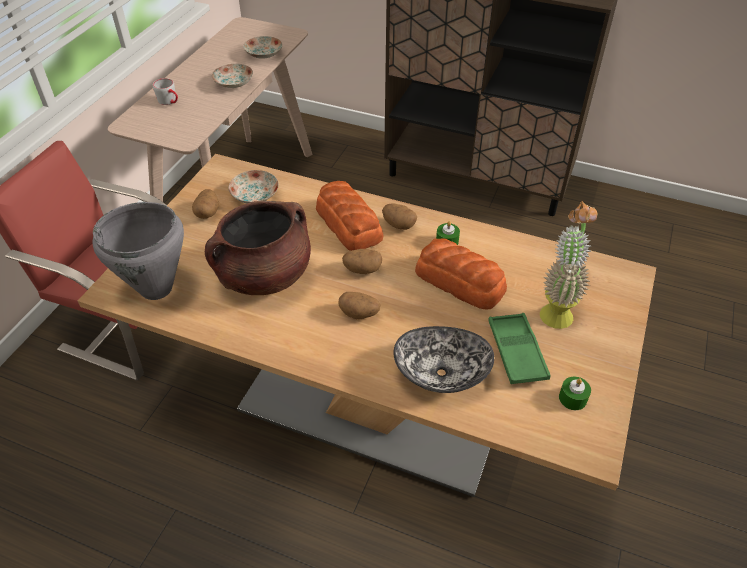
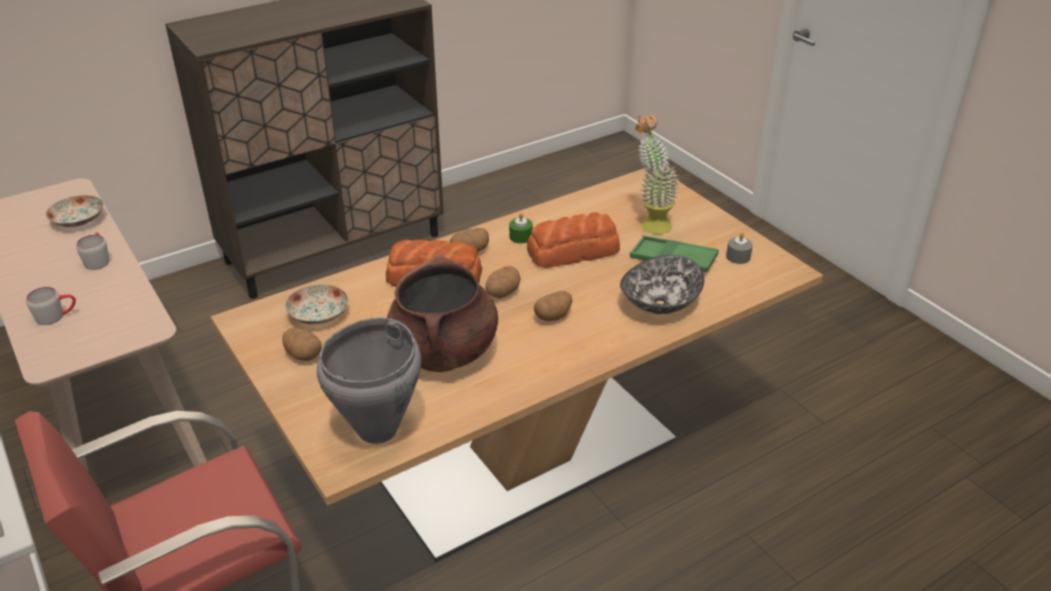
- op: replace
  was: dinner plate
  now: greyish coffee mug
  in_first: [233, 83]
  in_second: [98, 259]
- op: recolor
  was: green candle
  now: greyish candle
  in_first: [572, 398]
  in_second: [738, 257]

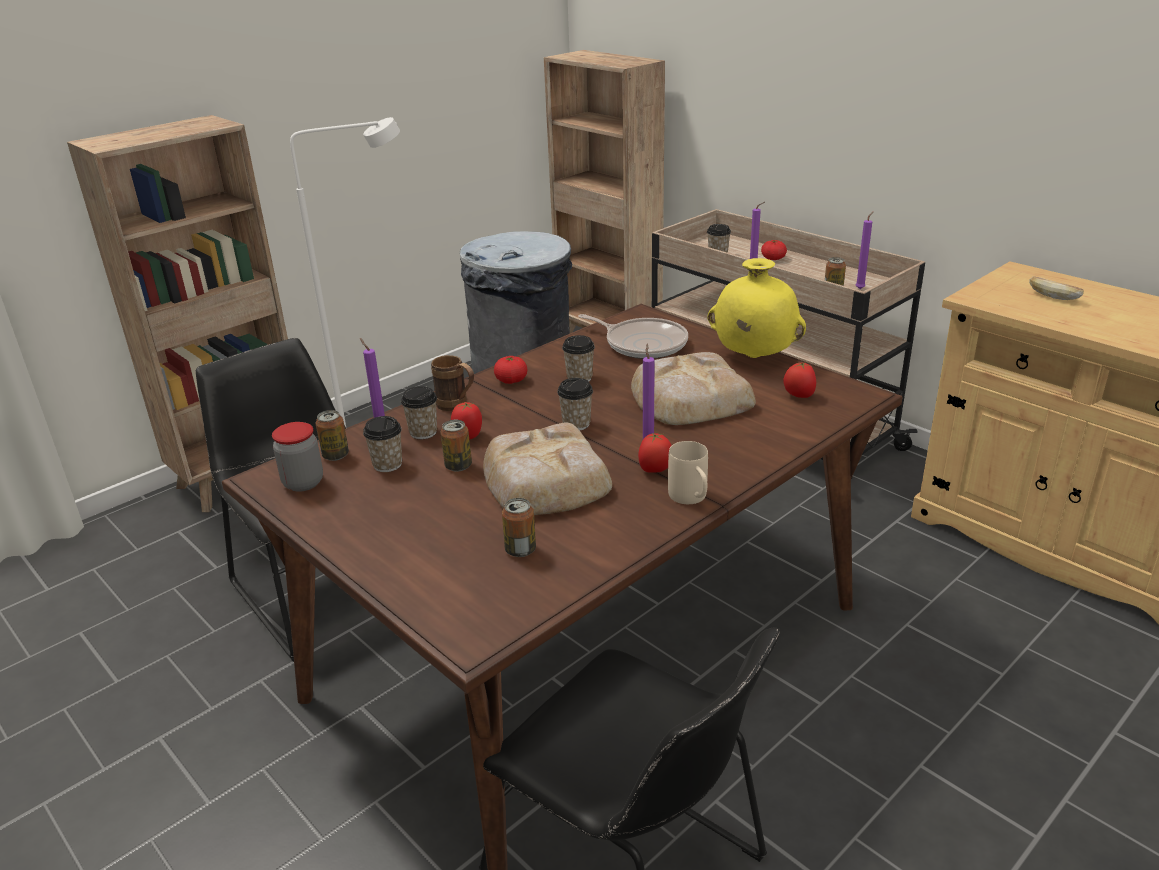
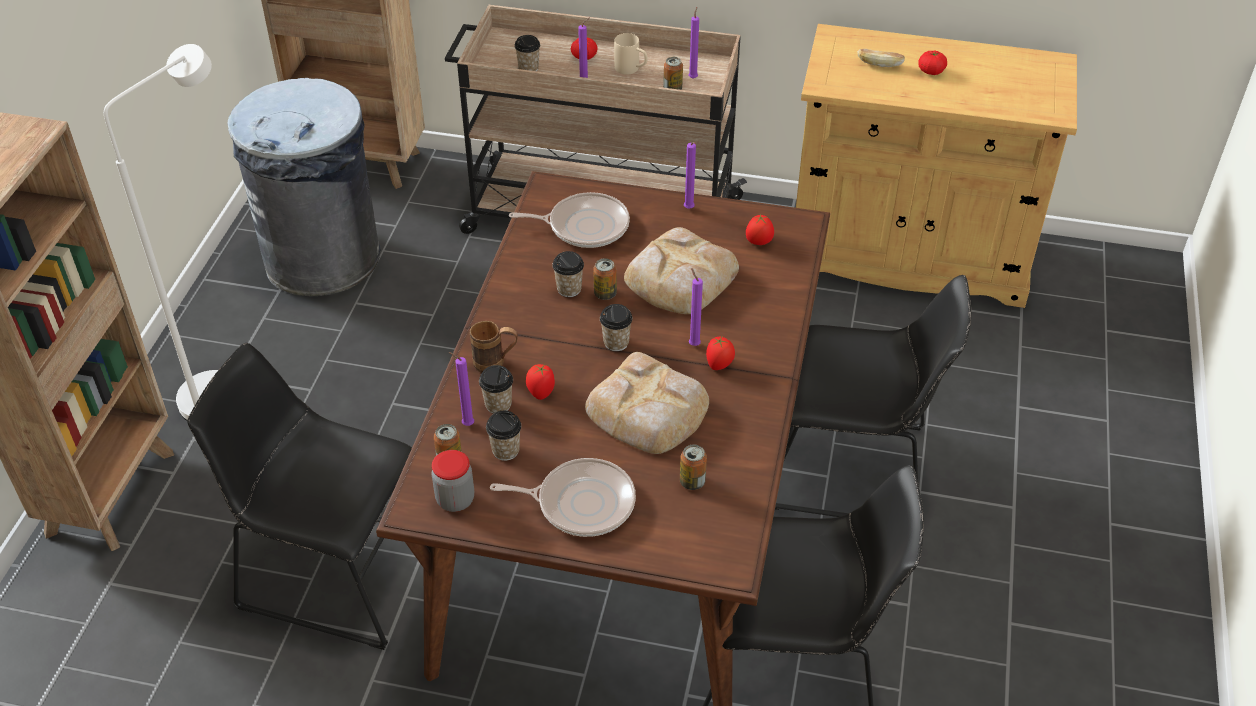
- op: move
  was: can
  in_first: [458, 466]
  in_second: [605, 294]
- op: move
  was: fresh tomato
  in_first: [511, 380]
  in_second: [931, 71]
- op: move
  was: sand-coloured coffee mug
  in_first: [691, 499]
  in_second: [631, 69]
- op: replace
  was: yellow vase
  now: purple candle
  in_first: [753, 357]
  in_second: [689, 209]
- op: insert
  now: skillet
  in_second: [581, 503]
- op: insert
  now: blackish upright chair
  in_second: [853, 468]

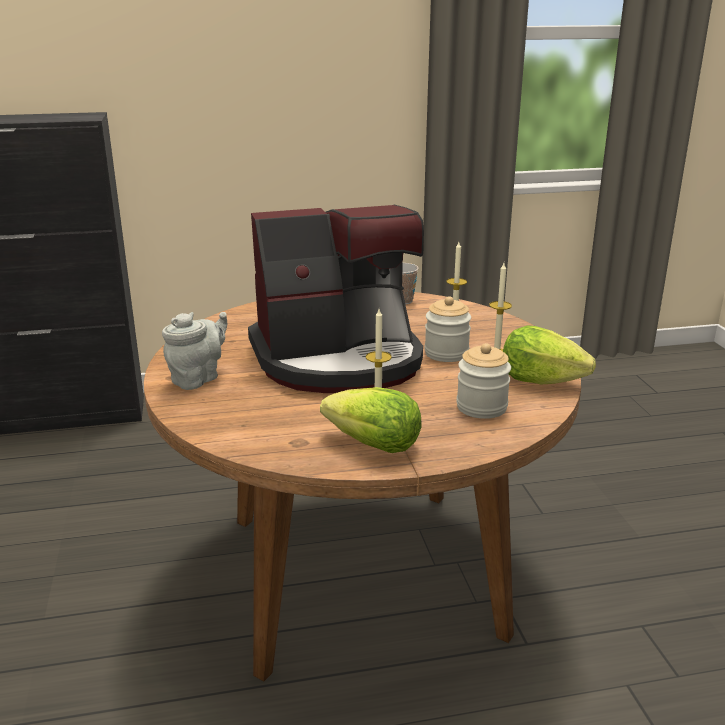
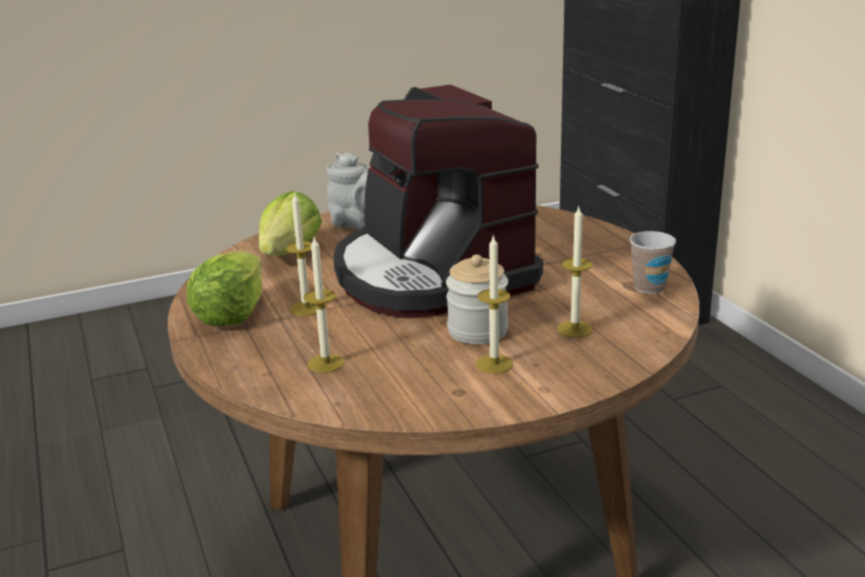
- op: replace
  was: preserve jar
  now: candle
  in_first: [481, 407]
  in_second: [326, 363]
- op: move
  was: head of lettuce
  in_first: [540, 380]
  in_second: [290, 252]

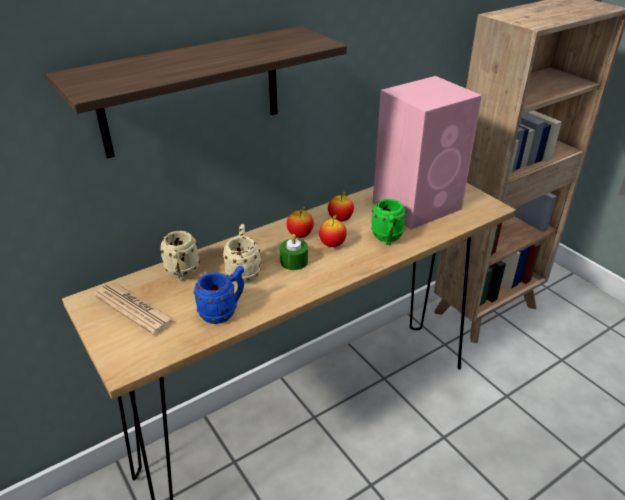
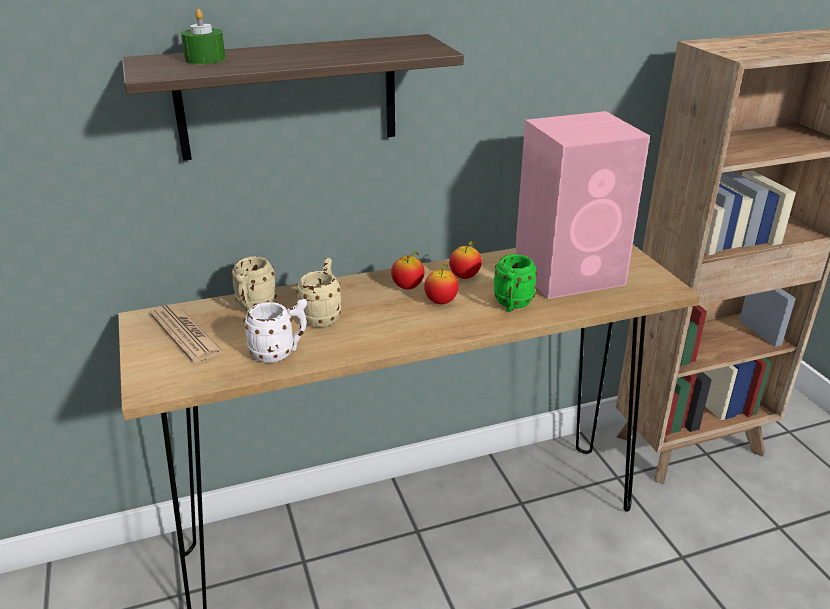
- op: recolor
  was: blue coffee mug
  now: white-coloured coffee mug
  in_first: [223, 312]
  in_second: [280, 352]
- op: move
  was: green candle
  in_first: [294, 261]
  in_second: [205, 59]

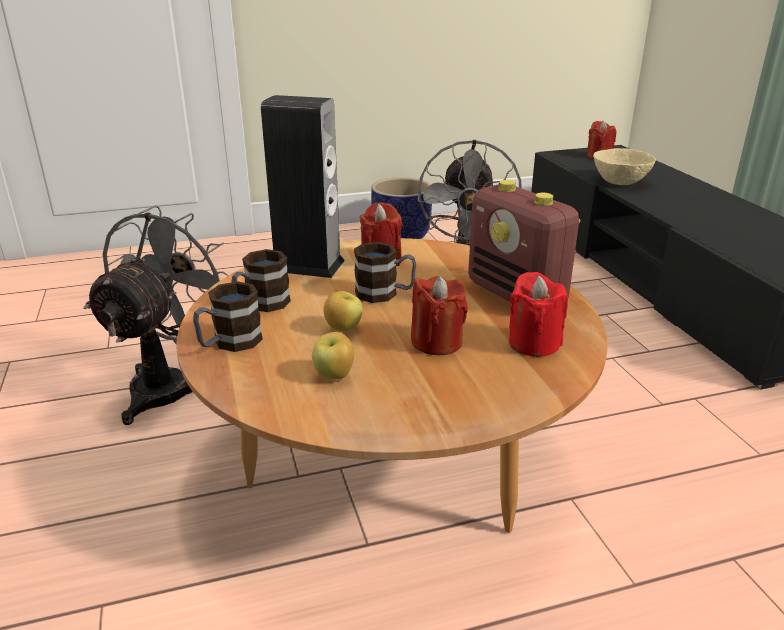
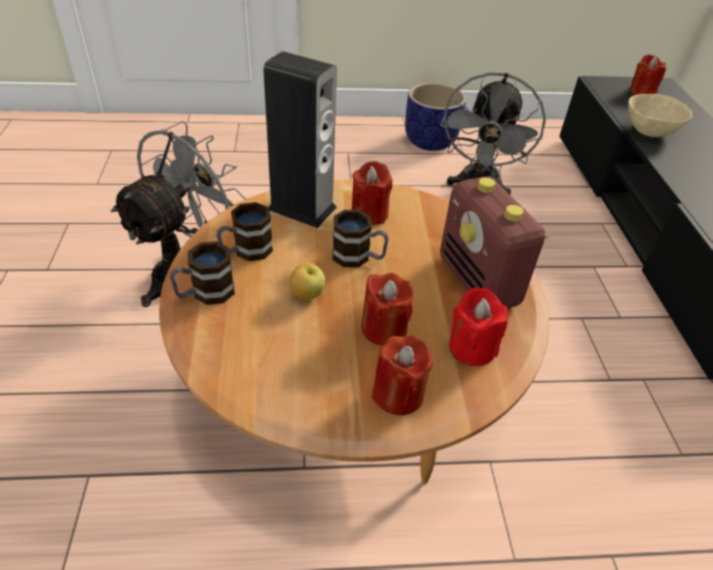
- op: delete
  was: apple
  in_first: [335, 375]
- op: insert
  now: reddish candle
  in_second: [398, 394]

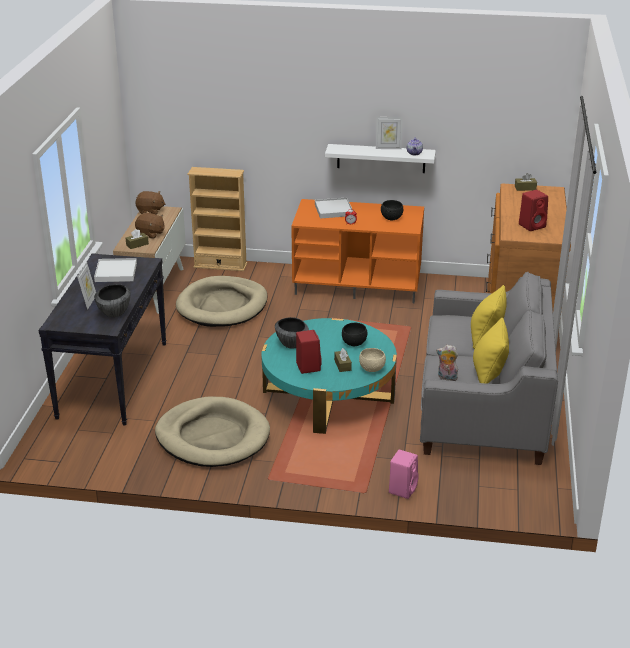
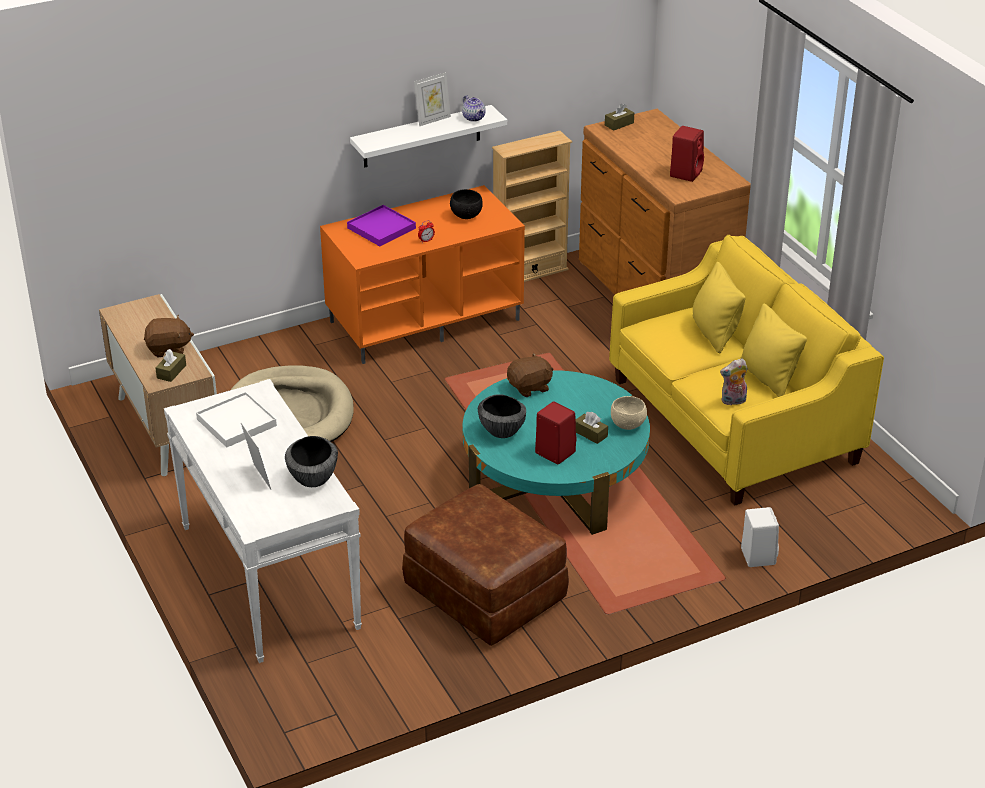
- op: recolor
  was: blackish narrow table
  now: white-coloured narrow table
  in_first: [113, 379]
  in_second: [268, 576]
- op: move
  was: brown-coloured plush toy
  in_first: [150, 211]
  in_second: [530, 387]
- op: replace
  was: sand-coloured pet bed
  now: brown-coloured ottoman
  in_first: [212, 436]
  in_second: [483, 593]
- op: move
  was: sand-coloured bookshelf
  in_first: [220, 265]
  in_second: [530, 272]
- op: recolor
  was: white-coloured carrying tray
  now: purple carrying tray
  in_first: [333, 210]
  in_second: [381, 228]
- op: delete
  was: blackish serving bowl
  in_first: [354, 343]
- op: recolor
  was: pink-coloured speaker
  now: white-coloured speaker
  in_first: [403, 489]
  in_second: [757, 555]
- op: recolor
  was: greyish couch
  now: yellow couch
  in_first: [483, 406]
  in_second: [733, 421]

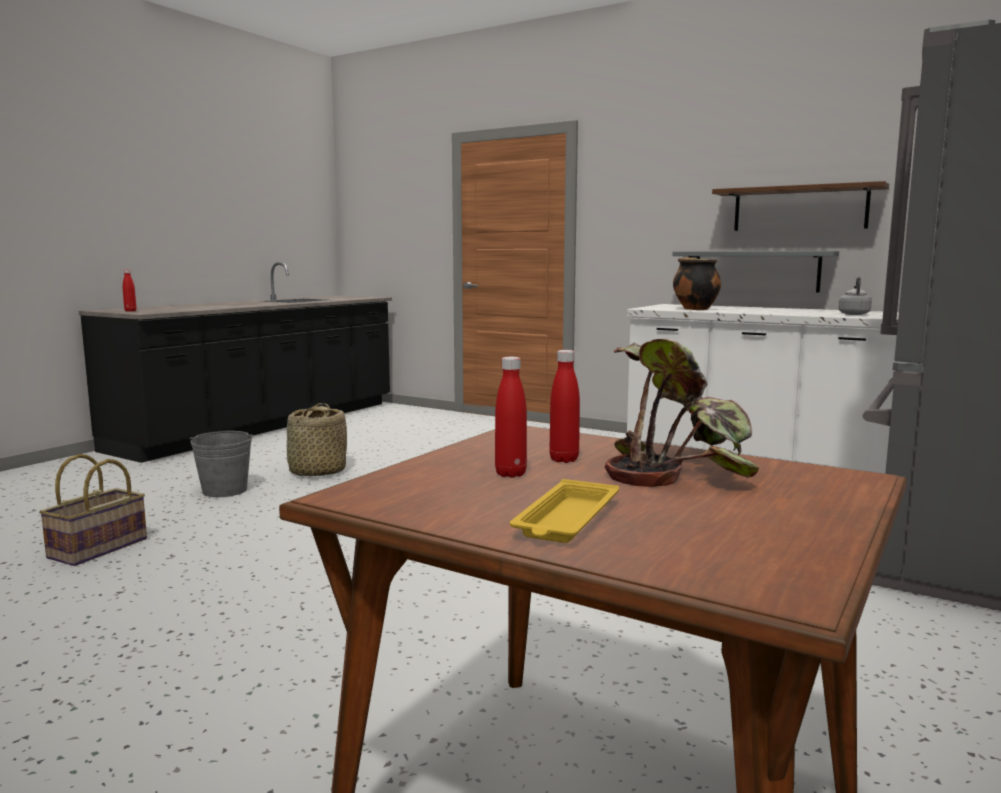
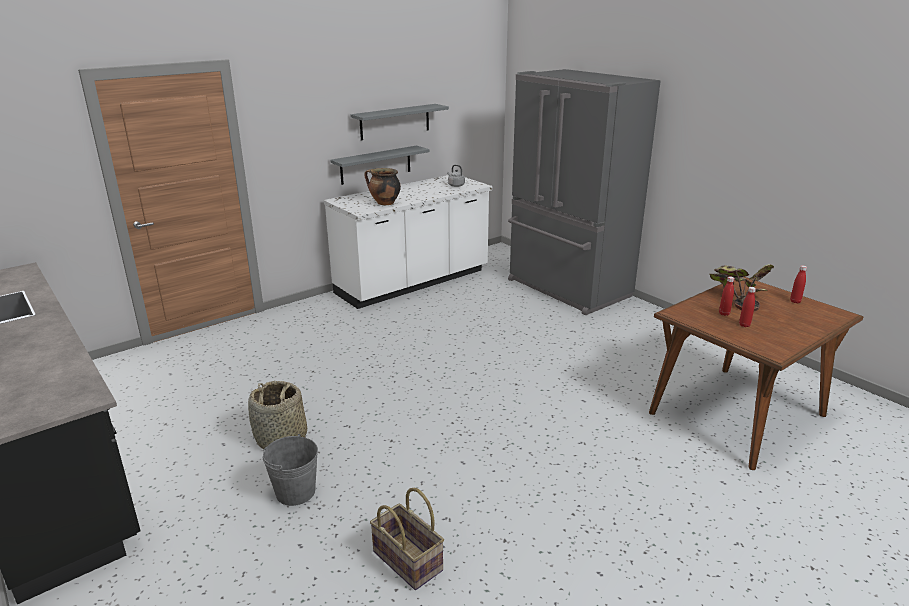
- op: move
  was: reddish drink bottle
  in_first: [130, 311]
  in_second: [795, 301]
- op: delete
  was: yellow carrying tray
  in_first: [566, 520]
- op: recolor
  was: brown-coloured bracket shelf
  now: greyish bracket shelf
  in_first: [799, 208]
  in_second: [395, 122]

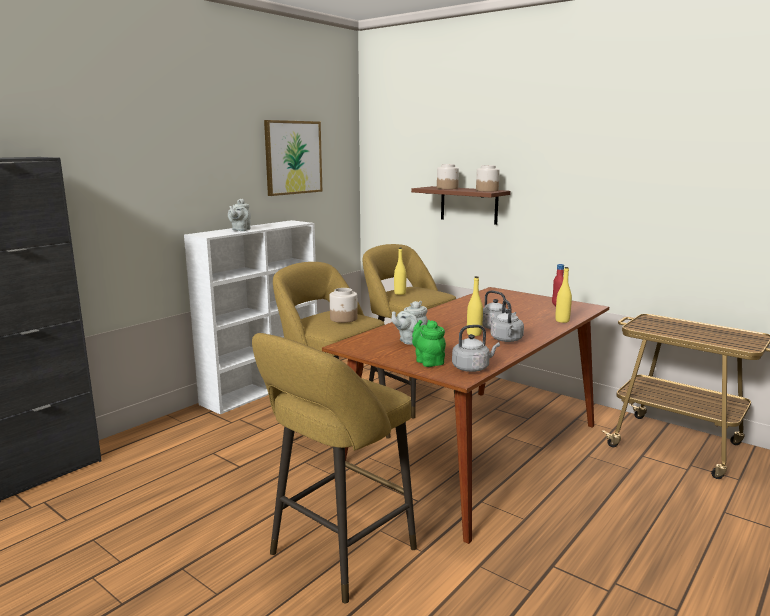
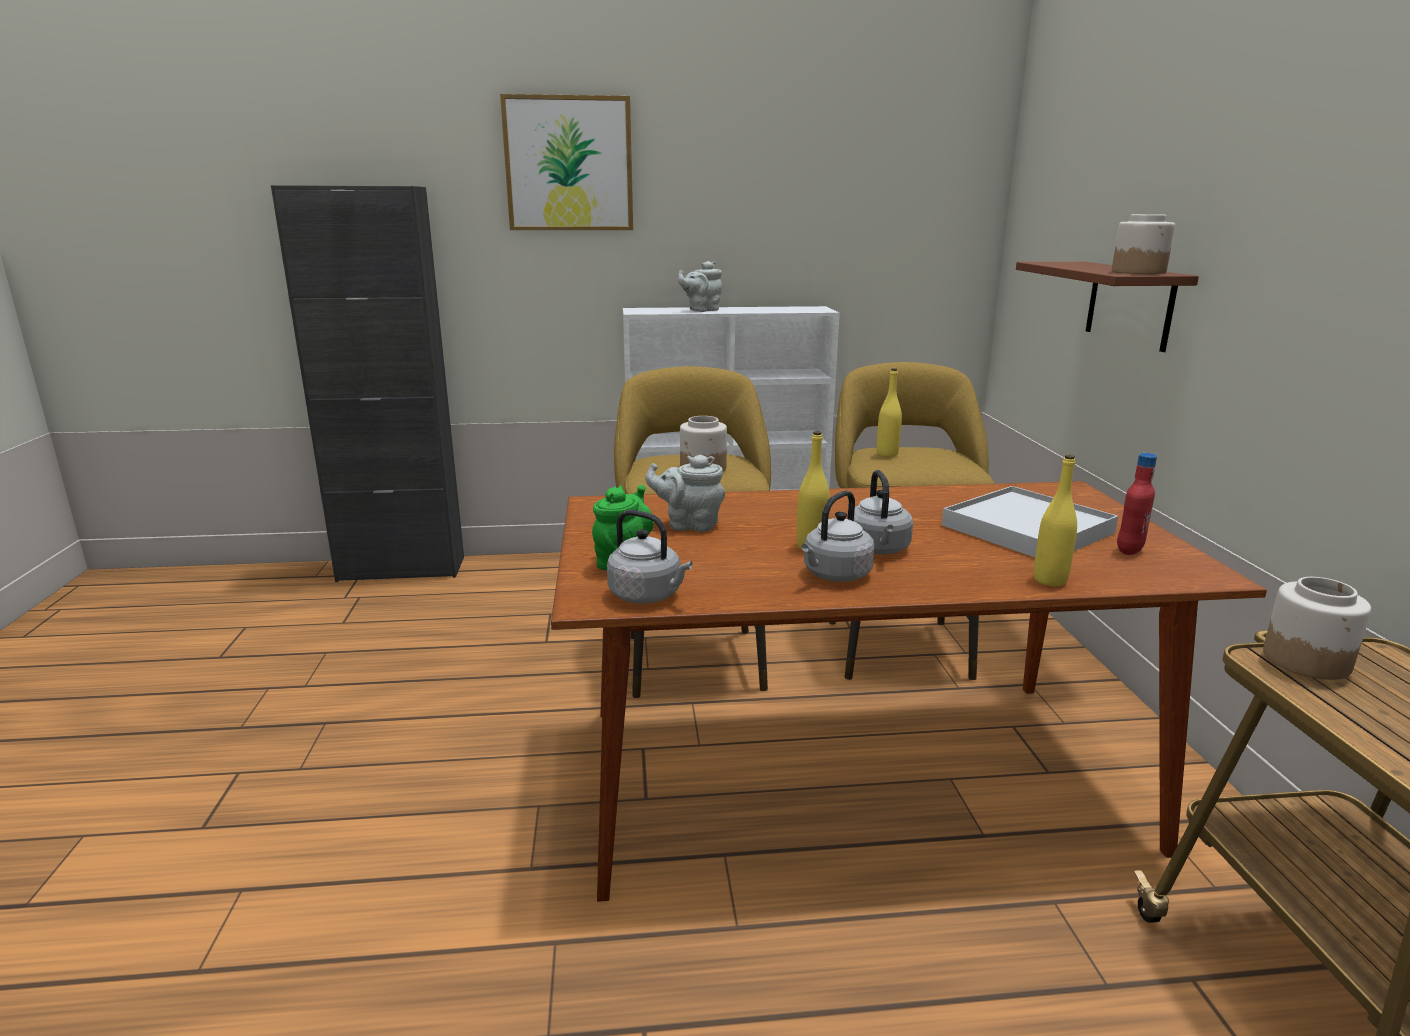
- op: delete
  was: yellow sitting stool
  in_first: [337, 555]
- op: move
  was: wall art
  in_first: [293, 157]
  in_second: [569, 164]
- op: move
  was: preserve jar
  in_first: [447, 188]
  in_second: [1306, 660]
- op: insert
  now: white-coloured carrying tray
  in_second: [1028, 529]

